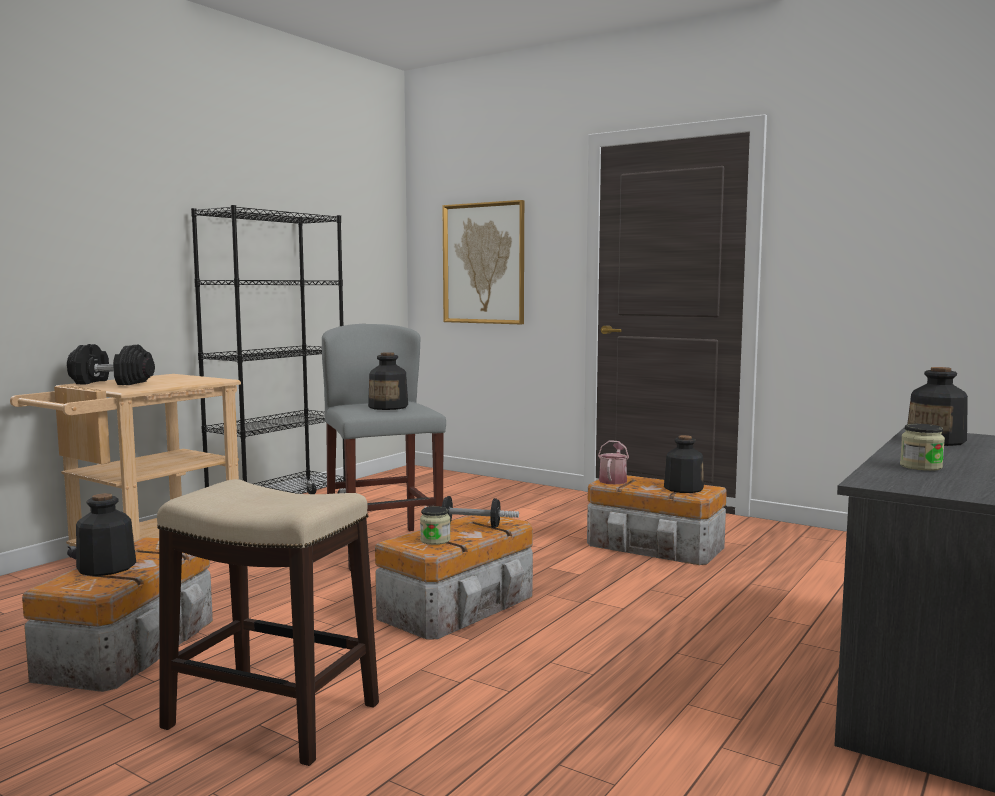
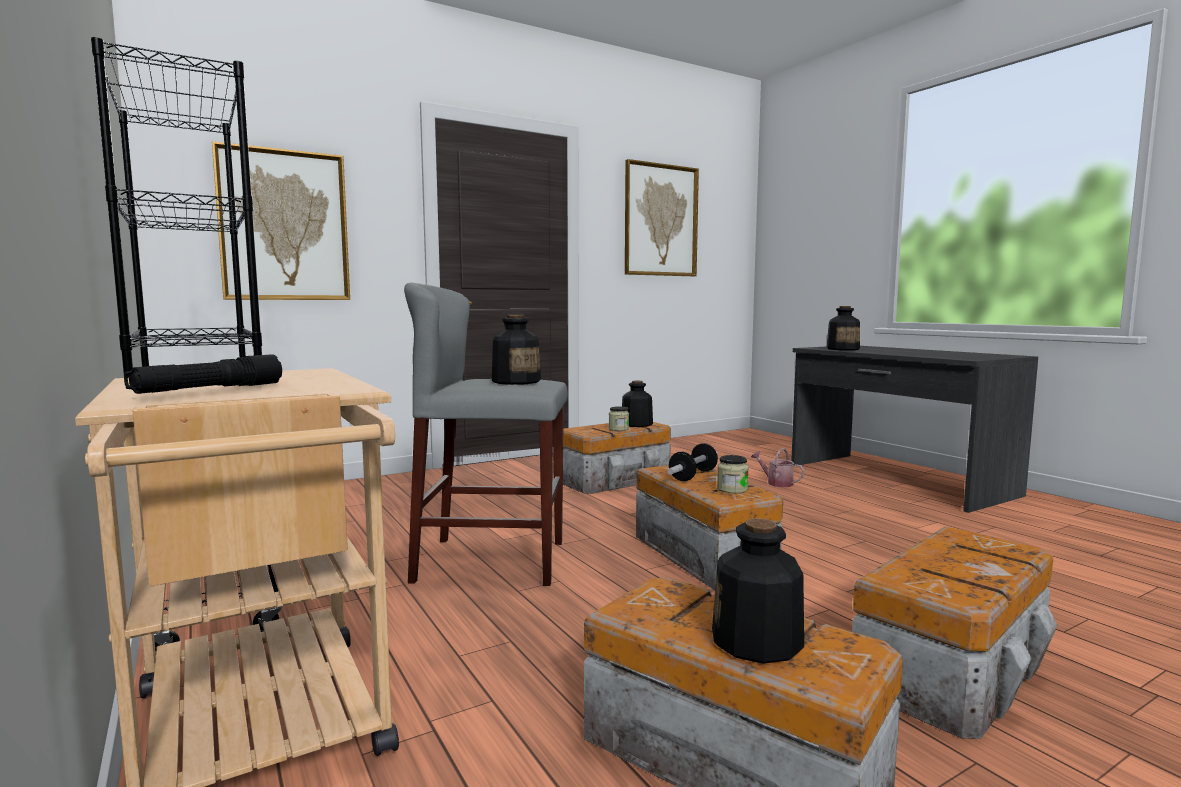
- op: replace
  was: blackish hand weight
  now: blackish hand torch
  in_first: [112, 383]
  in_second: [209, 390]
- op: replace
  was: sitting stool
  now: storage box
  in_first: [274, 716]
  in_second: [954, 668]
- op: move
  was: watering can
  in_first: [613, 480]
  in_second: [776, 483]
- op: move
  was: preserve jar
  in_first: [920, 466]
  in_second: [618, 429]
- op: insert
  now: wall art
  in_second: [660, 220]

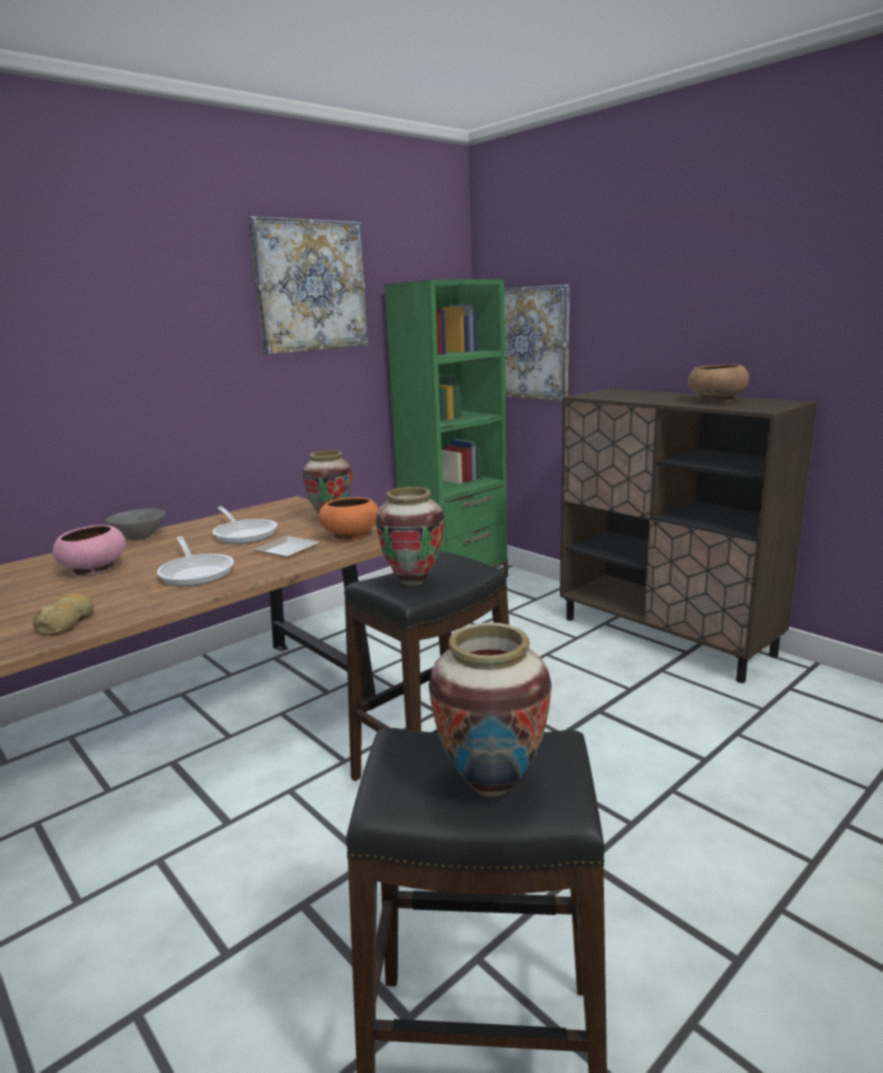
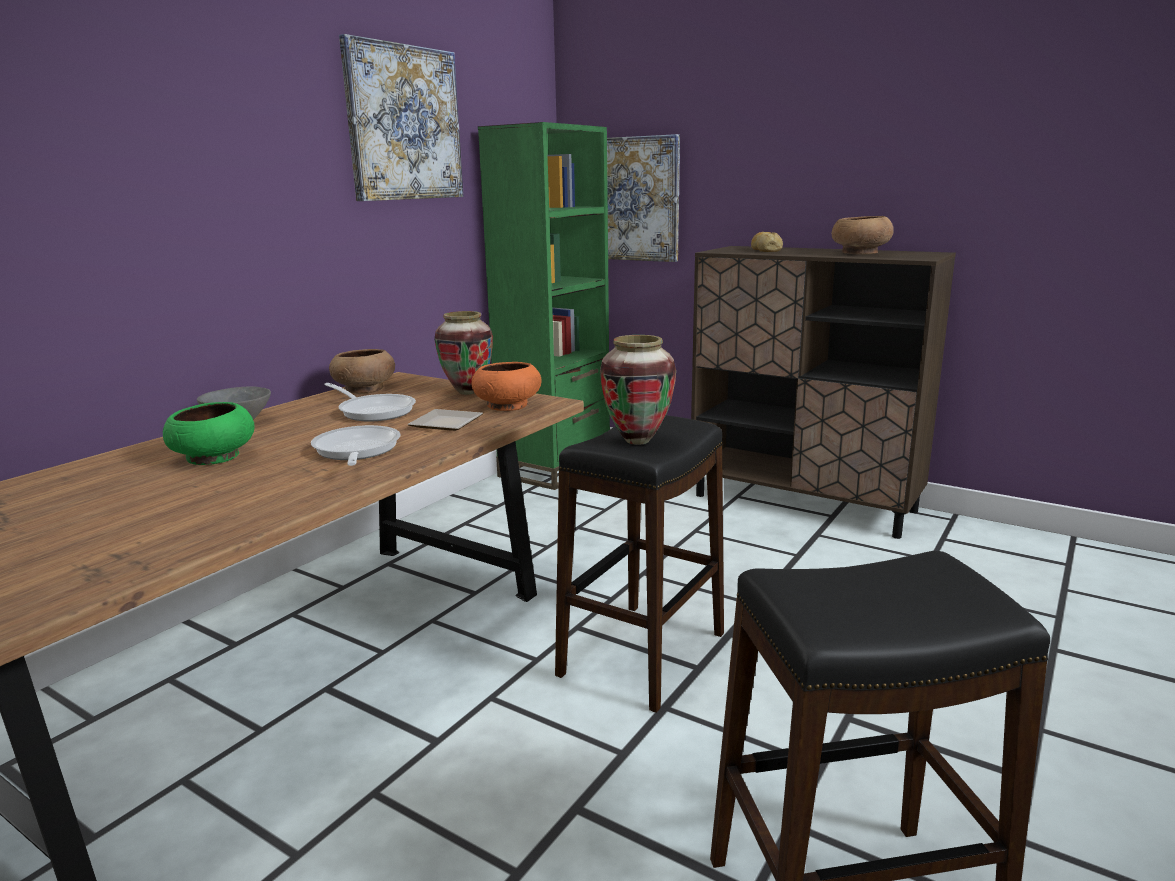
- op: move
  was: bread
  in_first: [67, 622]
  in_second: [766, 250]
- op: recolor
  was: pink-coloured serving bowl
  now: green serving bowl
  in_first: [94, 569]
  in_second: [213, 458]
- op: rotate
  was: skillet
  in_first: [196, 572]
  in_second: [356, 451]
  clockwise: -150
- op: delete
  was: vase
  in_first: [491, 785]
- op: insert
  now: brown-coloured serving bowl
  in_second: [364, 389]

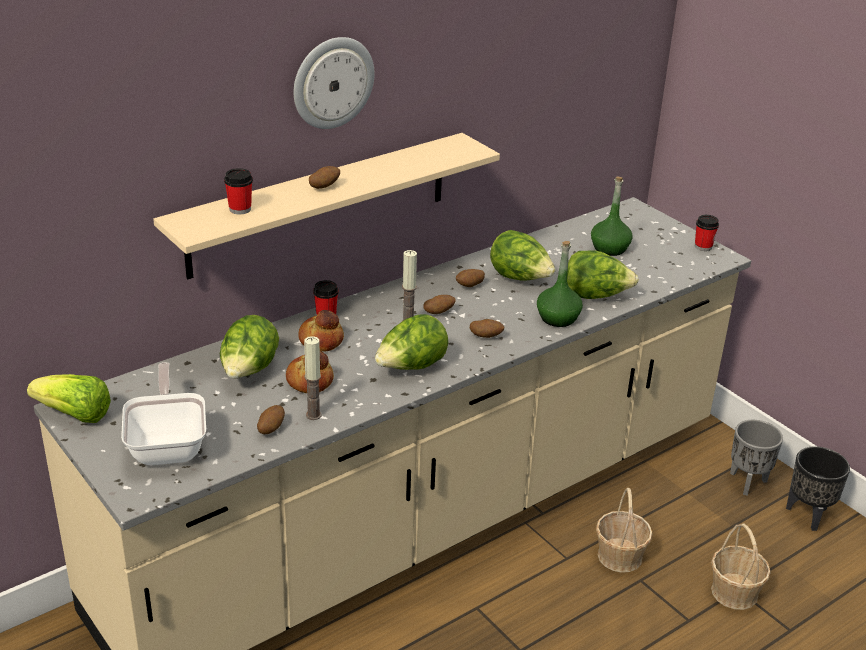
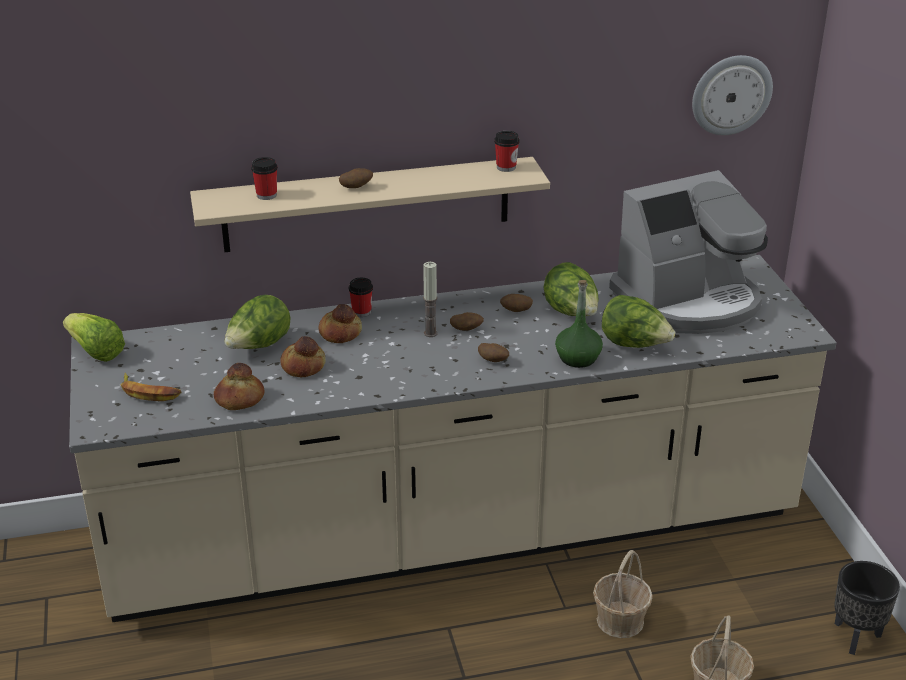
- op: replace
  was: skillet
  now: whole banana
  in_first: [168, 444]
  in_second: [149, 392]
- op: replace
  was: spud
  now: bread
  in_first: [270, 429]
  in_second: [239, 399]
- op: move
  was: clock on the wall
  in_first: [332, 82]
  in_second: [731, 94]
- op: delete
  was: candle
  in_first: [313, 415]
- op: delete
  was: head of lettuce
  in_first: [411, 367]
- op: replace
  was: green drink bottle
  now: coffee machine
  in_first: [609, 248]
  in_second: [688, 301]
- op: move
  was: cup
  in_first: [703, 247]
  in_second: [506, 167]
- op: delete
  was: greyish flower pot
  in_first: [748, 482]

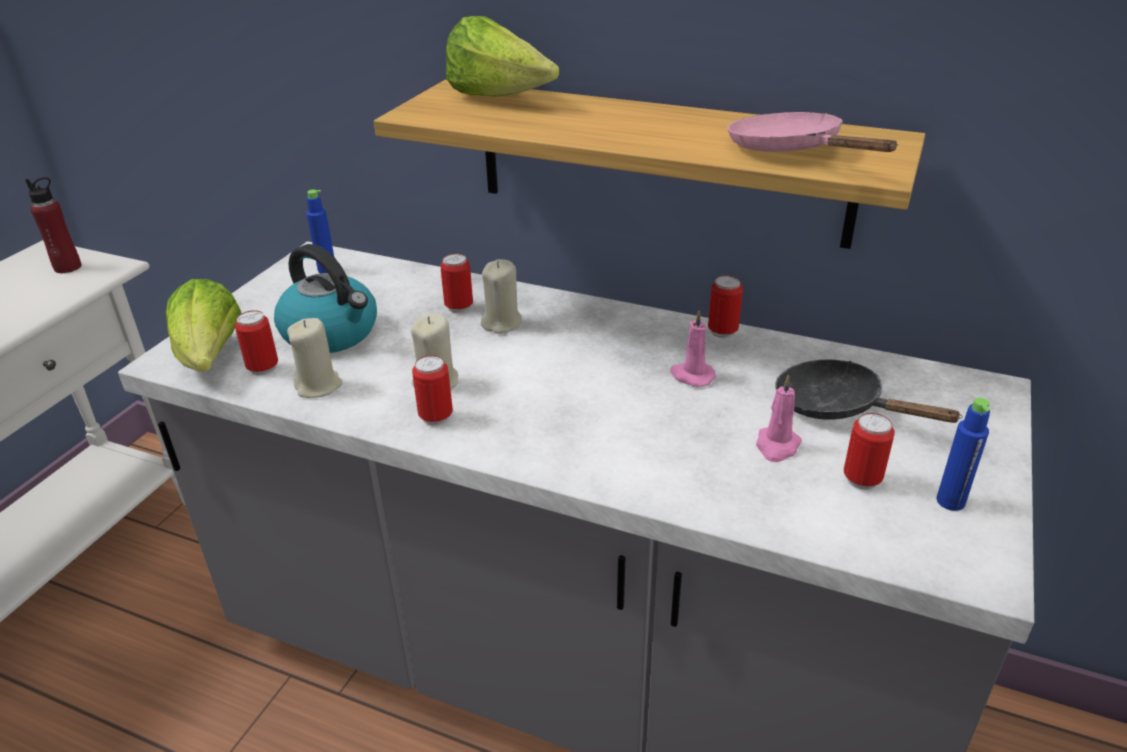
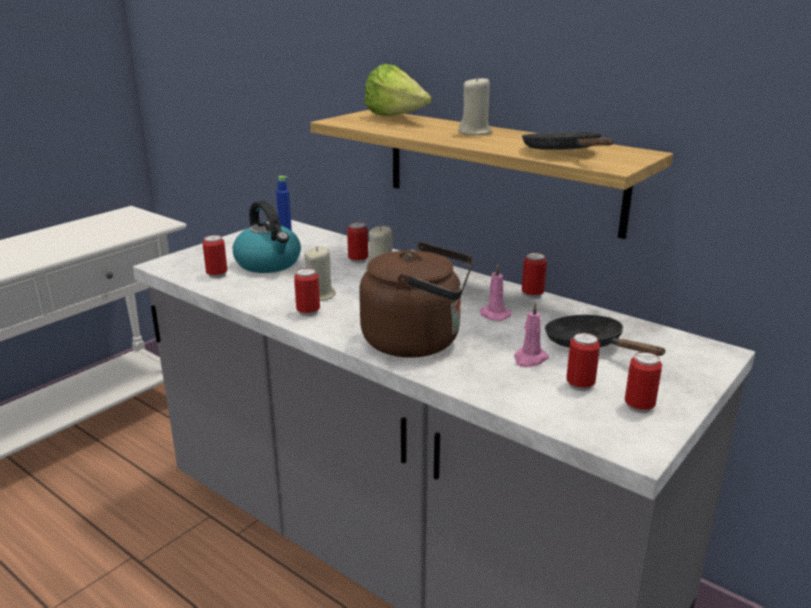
- op: delete
  was: reddish drink bottle
  in_first: [68, 267]
- op: delete
  was: head of lettuce
  in_first: [211, 358]
- op: move
  was: sand-coloured candle
  in_first: [319, 386]
  in_second: [475, 132]
- op: recolor
  was: pink-coloured skillet
  now: blackish skillet
  in_first: [791, 151]
  in_second: [564, 153]
- op: replace
  was: blue drink bottle
  now: can
  in_first: [950, 501]
  in_second: [639, 407]
- op: insert
  now: brown-coloured water kettle
  in_second: [418, 341]

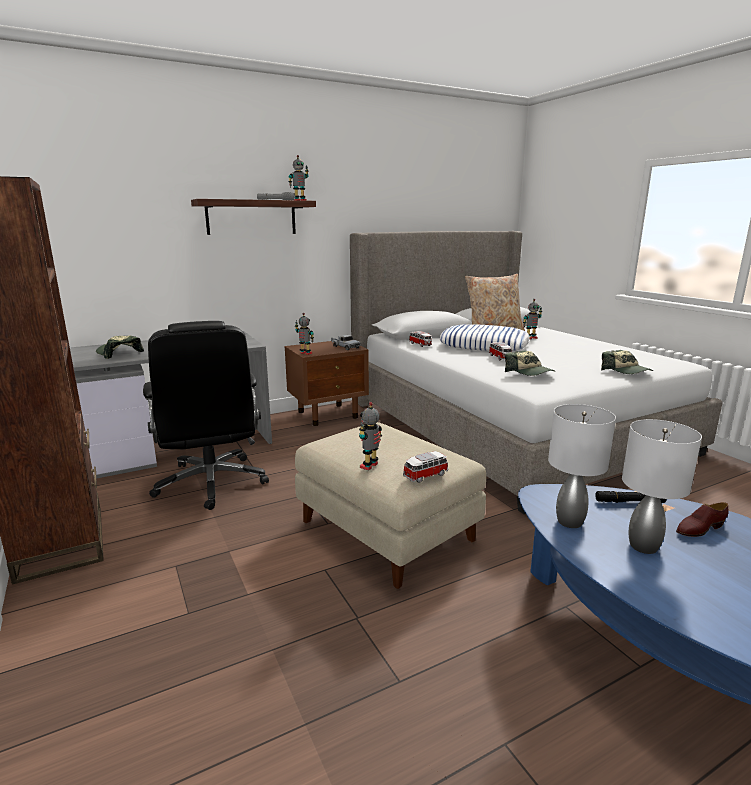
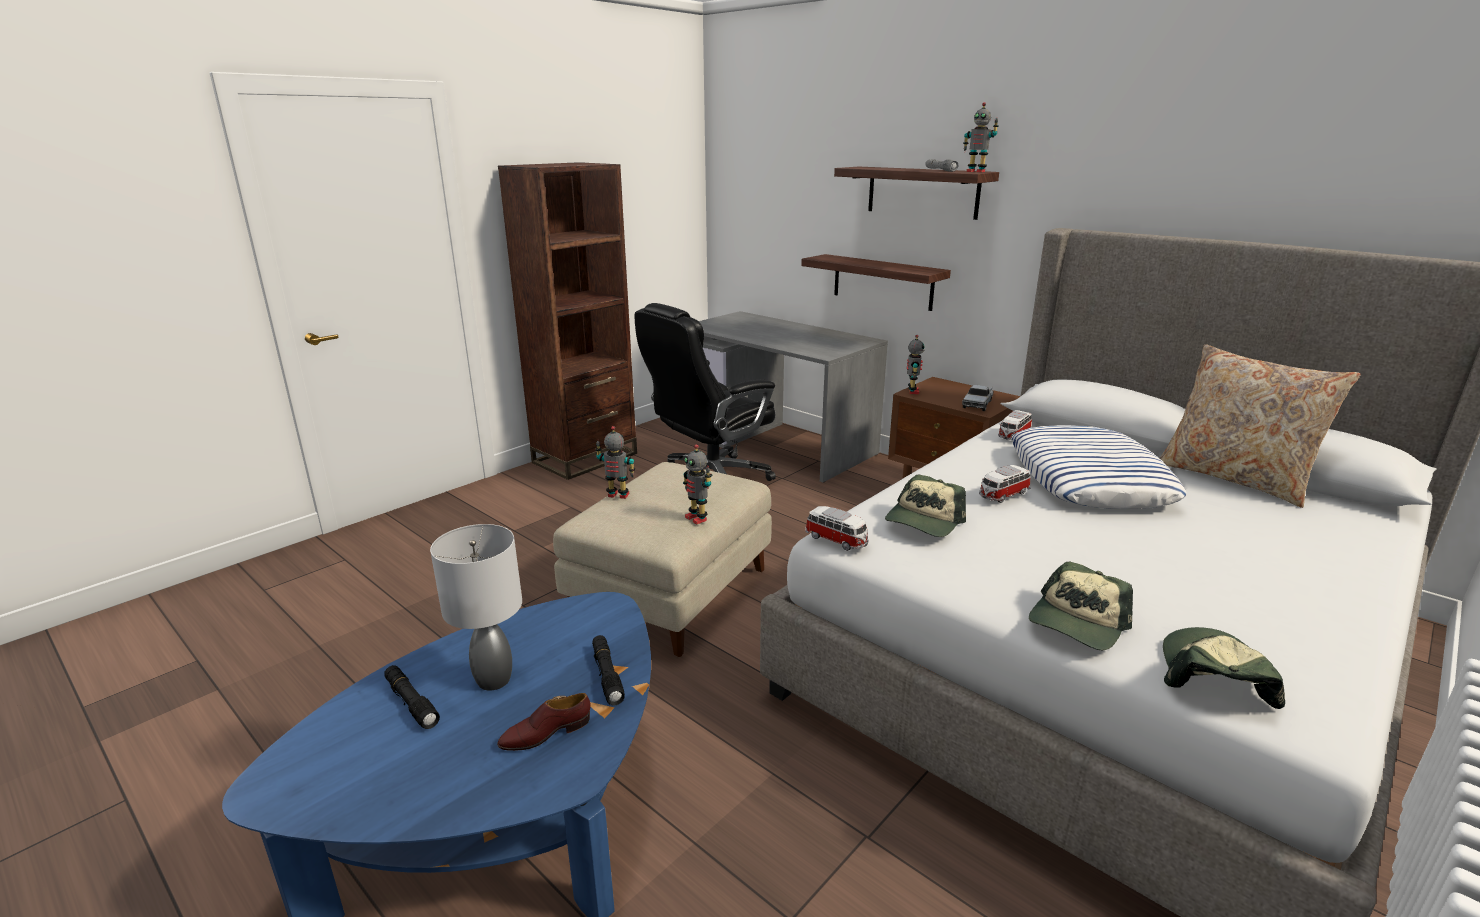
- op: move
  was: baseball cap
  in_first: [119, 353]
  in_second: [1214, 675]
- op: move
  was: model car
  in_first: [426, 475]
  in_second: [837, 540]
- op: move
  was: robot figure
  in_first: [530, 338]
  in_second: [697, 518]
- op: delete
  was: greyish tabletop lamp
  in_first: [568, 521]
- op: rotate
  was: brown-coloured item of footwear
  in_first: [699, 528]
  in_second: [546, 733]
  clockwise: -75
- op: insert
  now: blackish hand torch
  in_second: [411, 702]
- op: insert
  now: bracket shelf
  in_second: [882, 282]

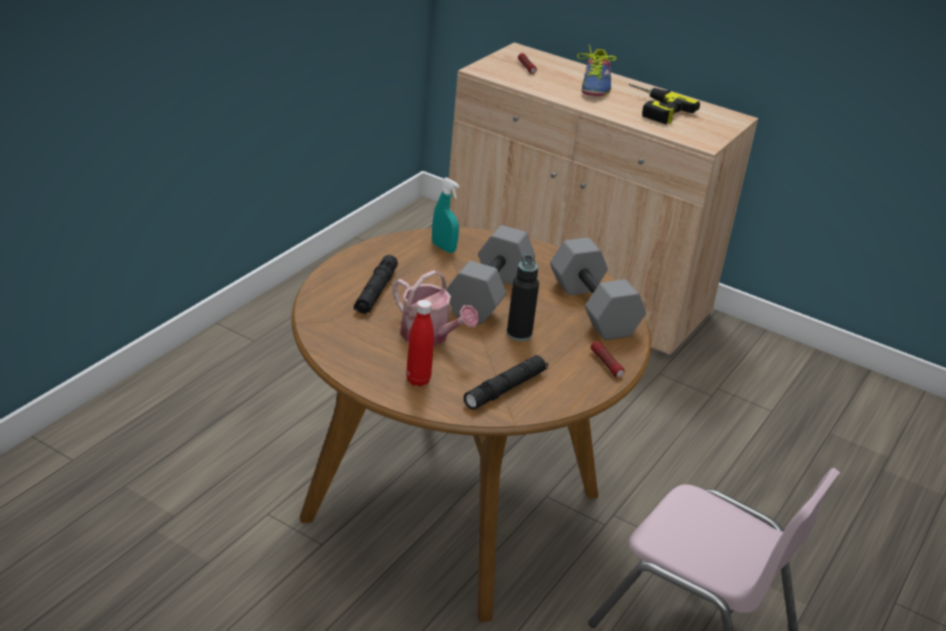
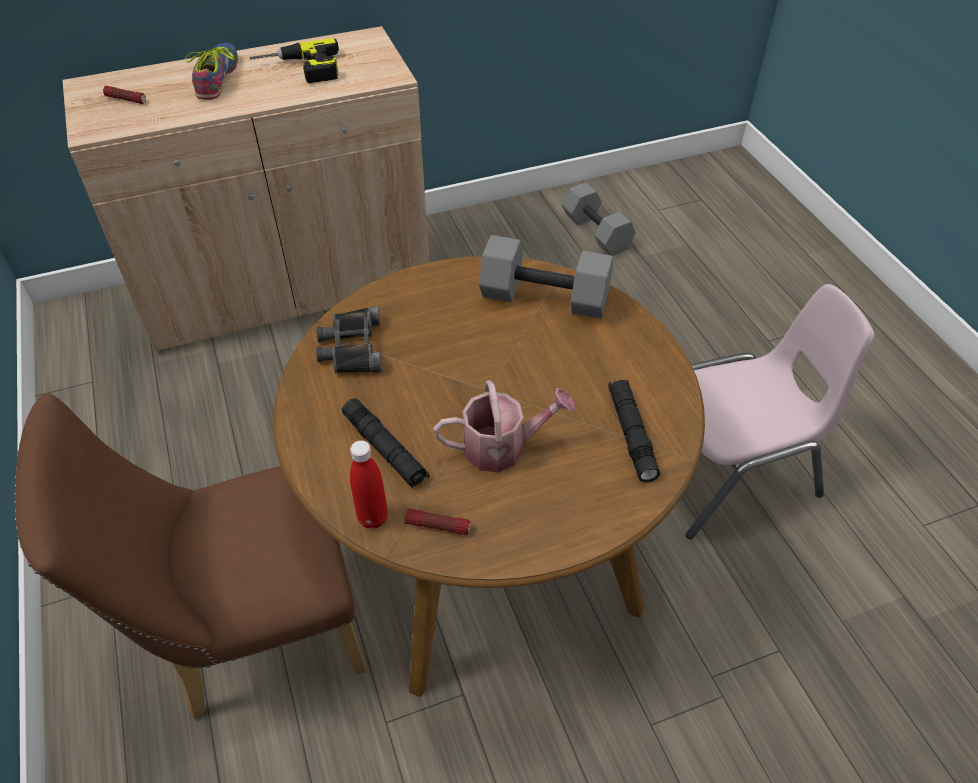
- op: move
  was: reddish drink bottle
  in_first: [418, 380]
  in_second: [373, 518]
- op: replace
  was: blue-green sprayer
  now: blackish field glasses
  in_first: [443, 248]
  in_second: [351, 347]
- op: move
  was: greyish hand weight
  in_first: [490, 295]
  in_second: [597, 232]
- op: delete
  was: blackish drink bottle
  in_first: [519, 334]
- op: rotate
  was: item of footwear
  in_first: [595, 85]
  in_second: [217, 78]
  clockwise: -135
- op: move
  was: hand torch
  in_first: [606, 364]
  in_second: [438, 526]
- op: insert
  now: brown-coloured upright chair
  in_second: [251, 632]

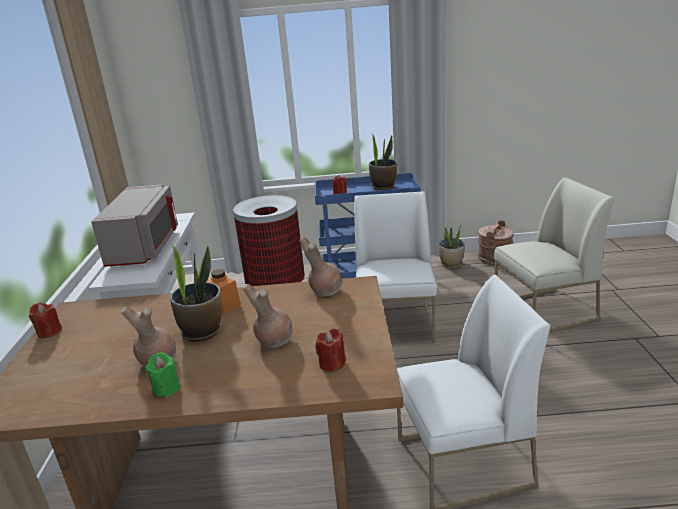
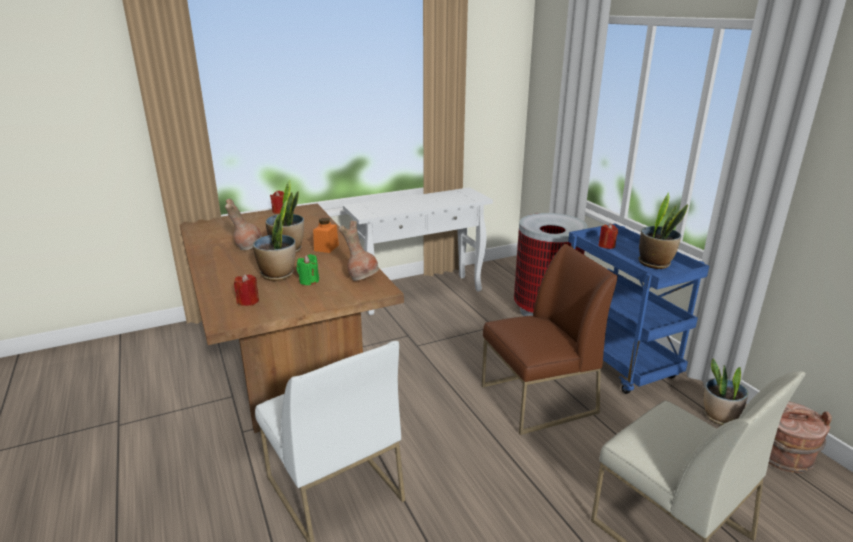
- op: delete
  was: greyish kitchen microwave
  in_first: [146, 247]
- op: move
  was: green candle
  in_first: [166, 389]
  in_second: [309, 281]
- op: replace
  was: brown-coloured vase
  now: potted plant
  in_first: [273, 341]
  in_second: [278, 275]
- op: recolor
  was: white-coloured upright chair
  now: brown-coloured upright chair
  in_first: [396, 324]
  in_second: [538, 400]

